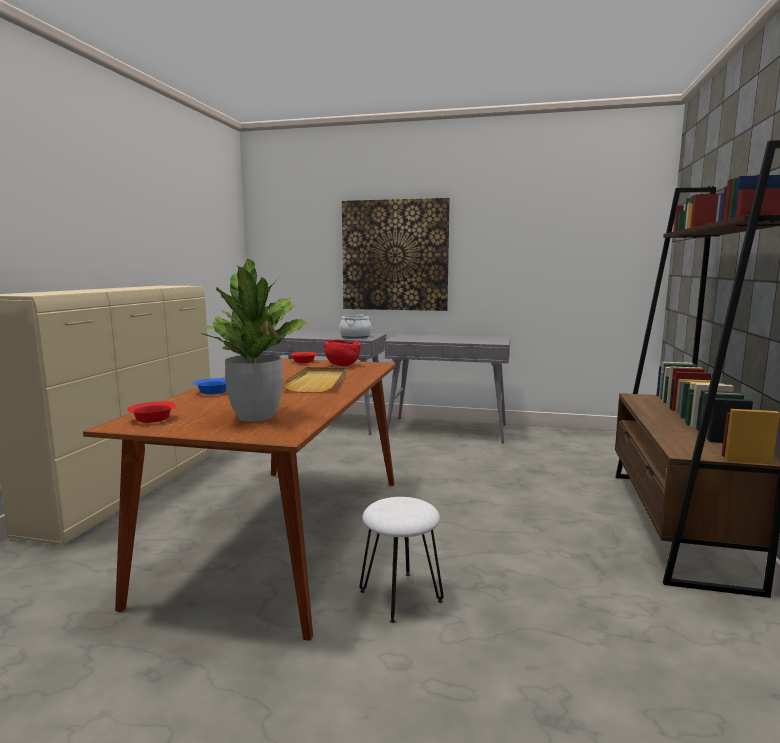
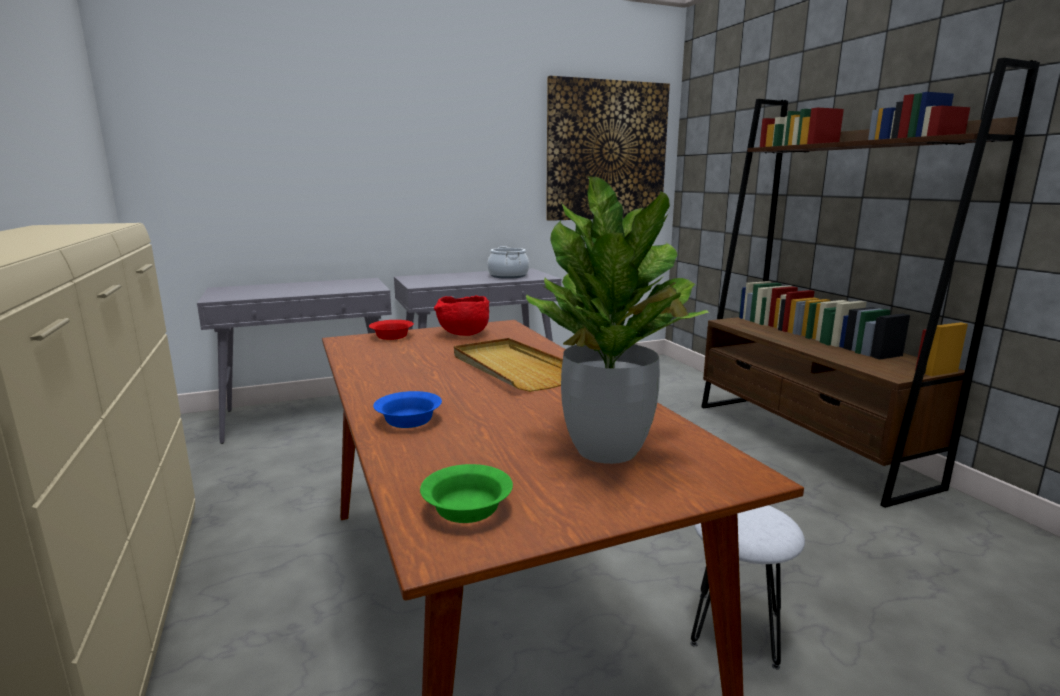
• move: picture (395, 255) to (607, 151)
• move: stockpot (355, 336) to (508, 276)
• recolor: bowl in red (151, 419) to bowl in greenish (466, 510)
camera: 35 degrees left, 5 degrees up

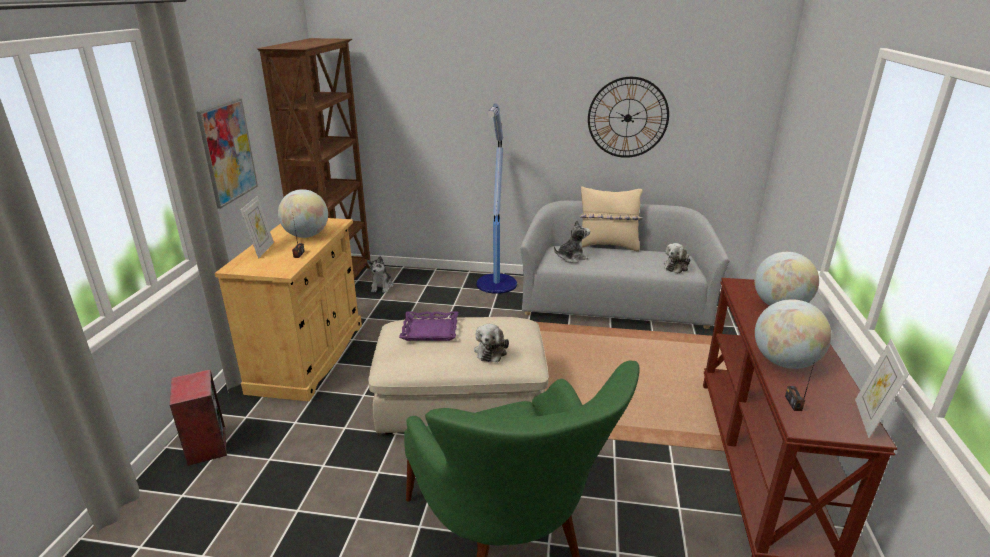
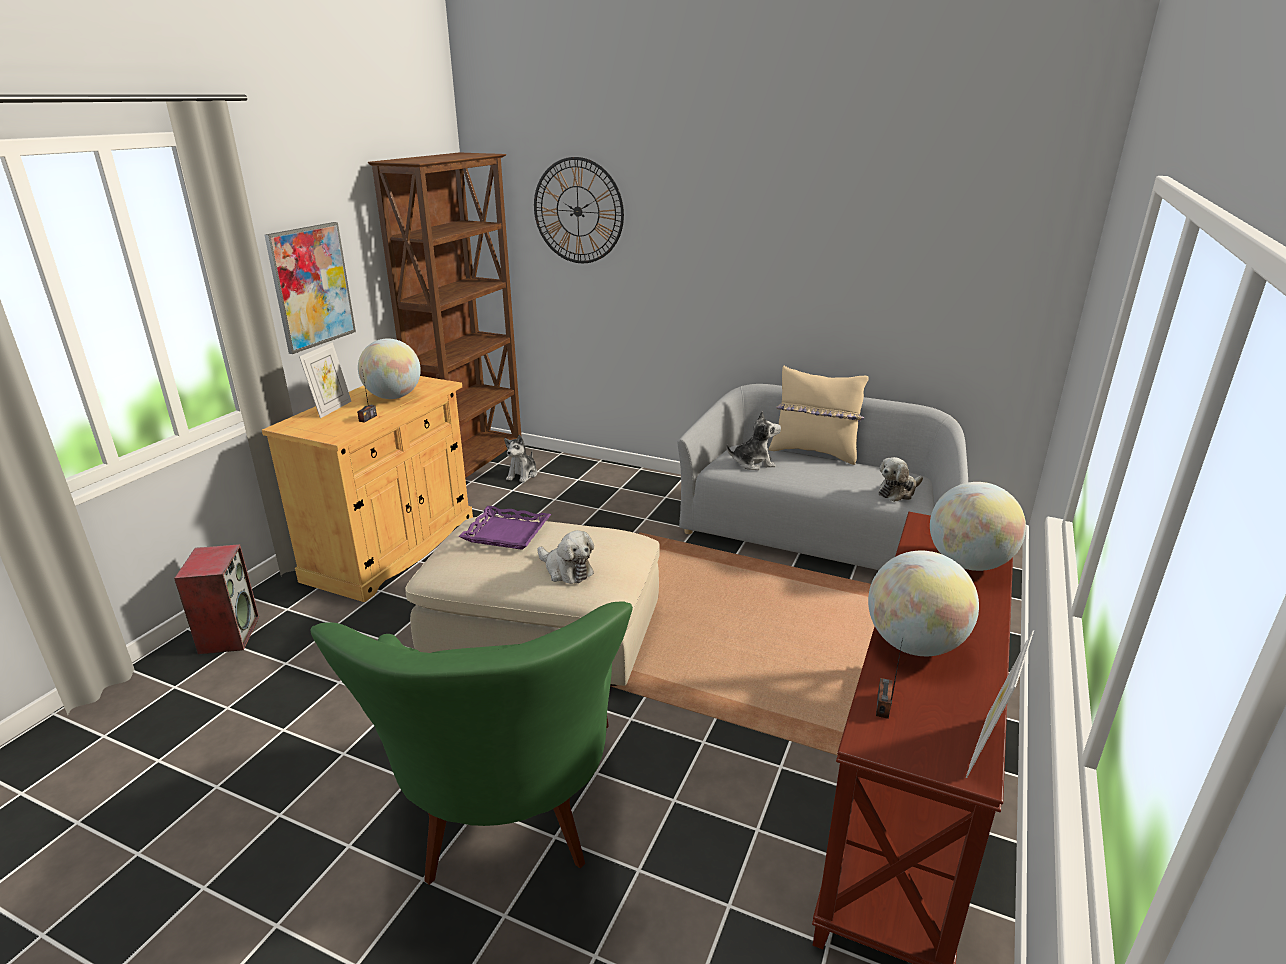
• move: wall clock (627, 118) to (578, 211)
• delete: standard lamp (496, 284)
• rotate: cuddly toy (491, 351) = (566, 570) 75 degrees counterclockwise
camera: 15 degrees right, 0 degrees up

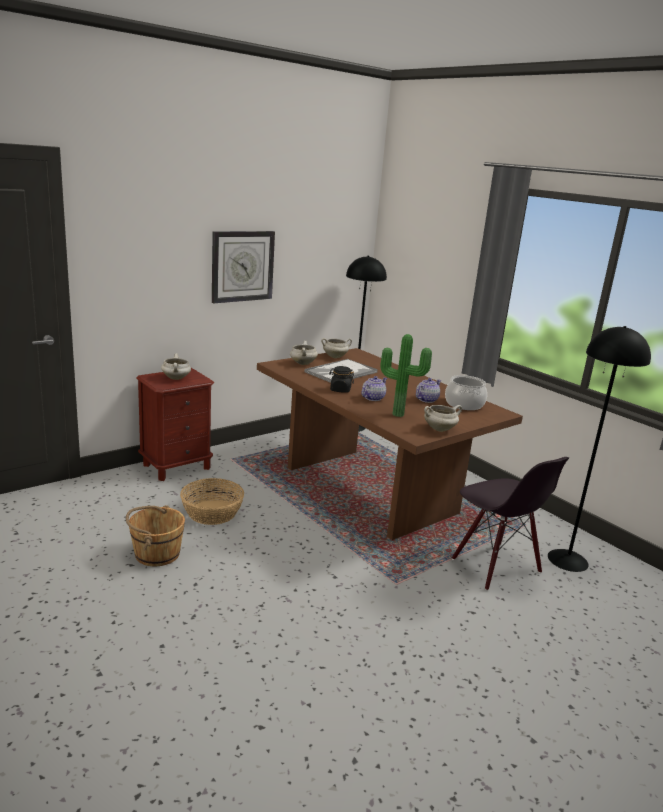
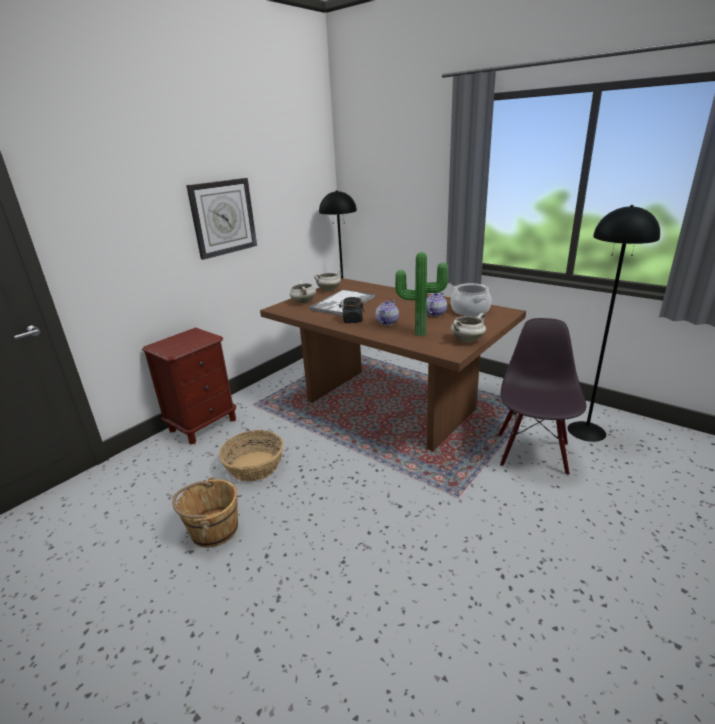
• delete: stockpot in white (176, 378)
• rotate: upright chair in black (495, 566) = (532, 453) 120 degrees counterclockwise
camera: 10 degrees left, 5 degrees up

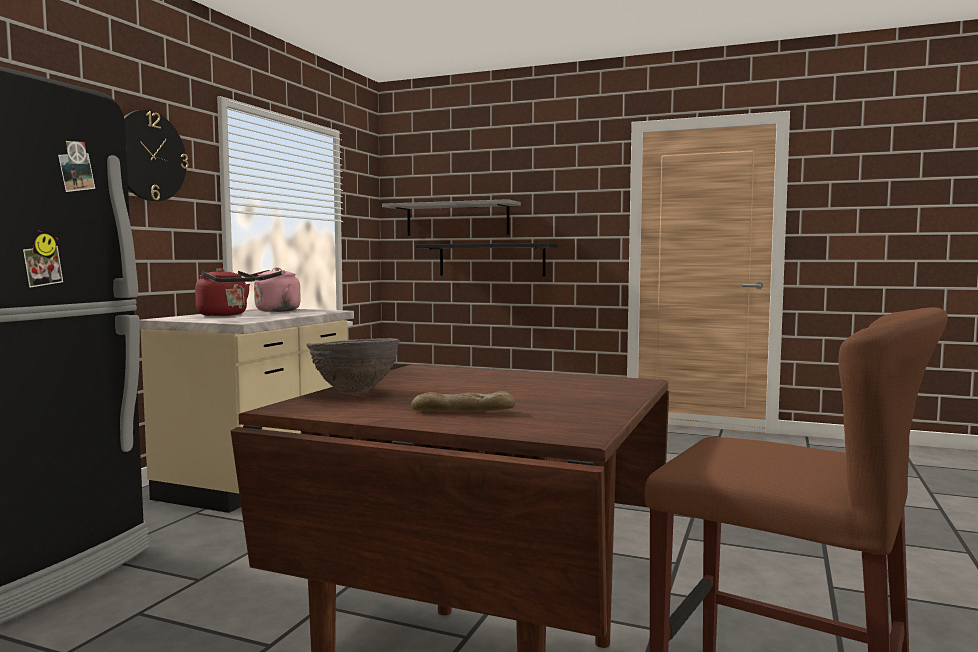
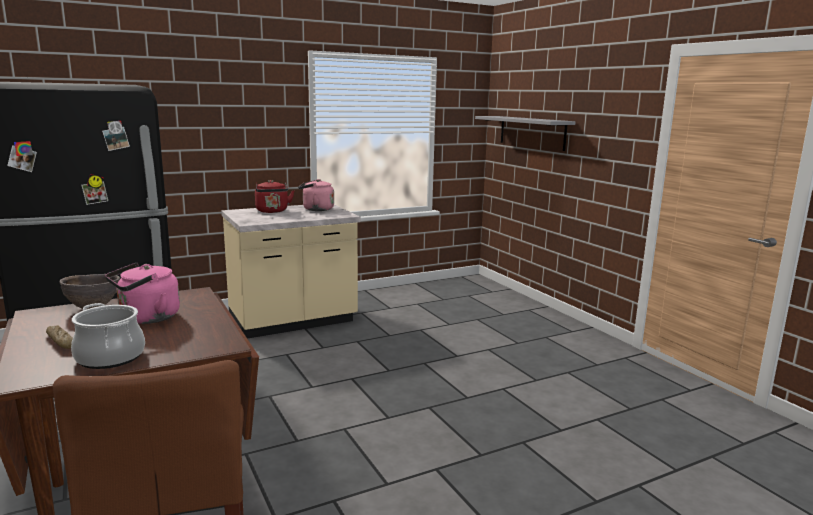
• delete: wall clock (149, 156)
• delete: wall shelf in black (491, 260)
• insert: tea kettle in pink-coloured (146, 318)
• insert: stockpot (111, 357)
camera: 40 degrees right, 10 degrees up

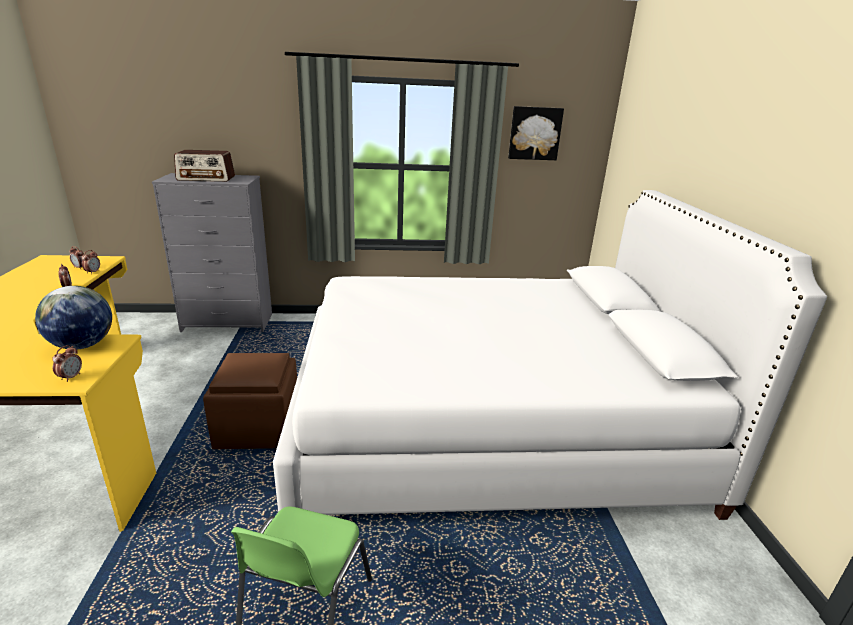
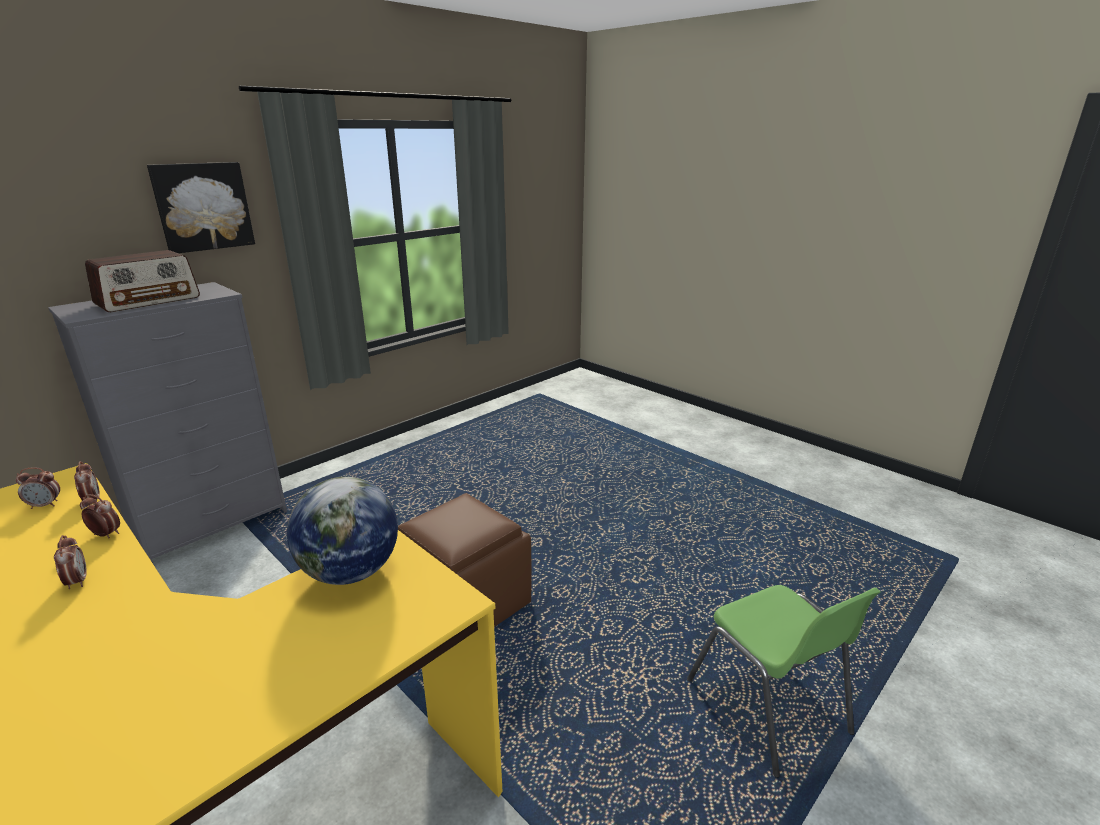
• move: picture (534, 133) to (203, 206)
• delete: bedroom bed in white (487, 425)
• move: table clock (71, 377) to (77, 581)
camera: 40 degrees left, 0 degrees up

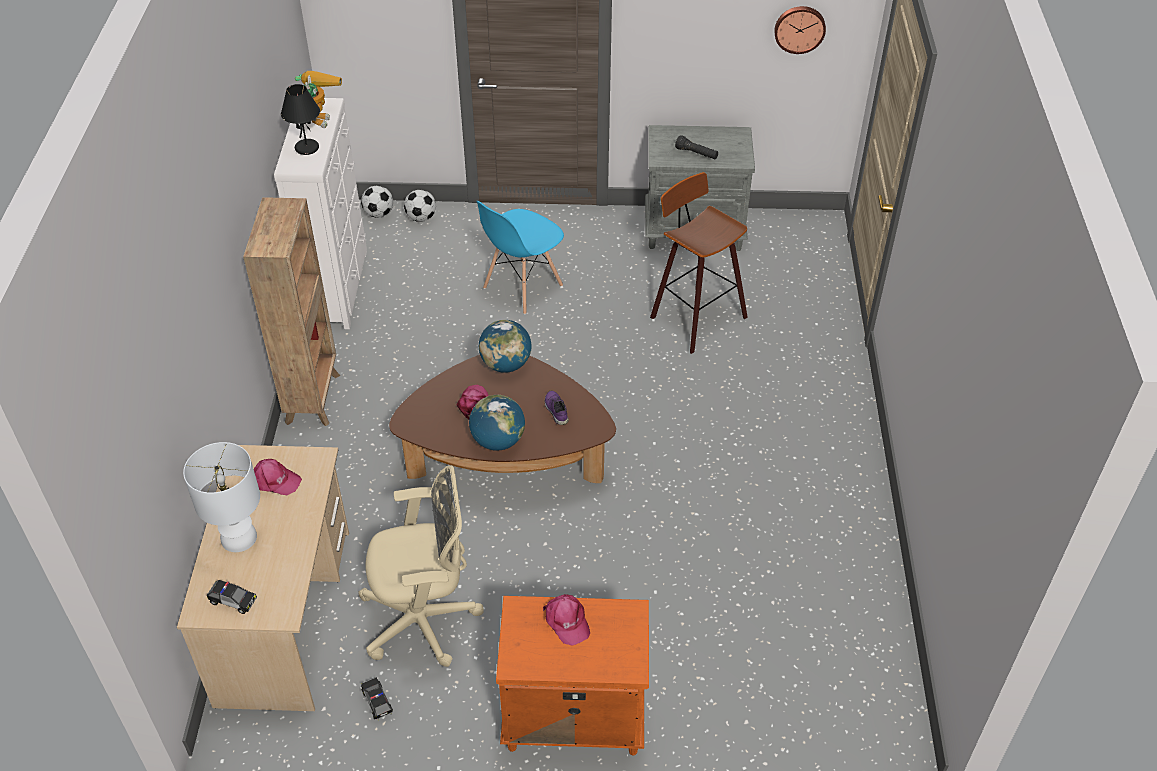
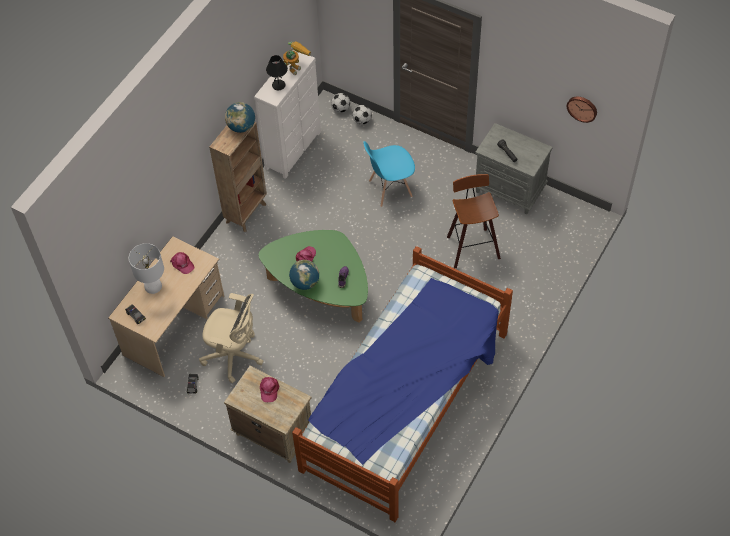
• move: globe (506, 364) to (241, 127)
• recolor: low table in brown (506, 459) to low table in greenish (320, 289)
• recolor: night table in orange (572, 717) to night table in beige-coloured (272, 432)
• insert: bedroom bed (407, 401)
camera: 30 degrees right, 10 degrees up

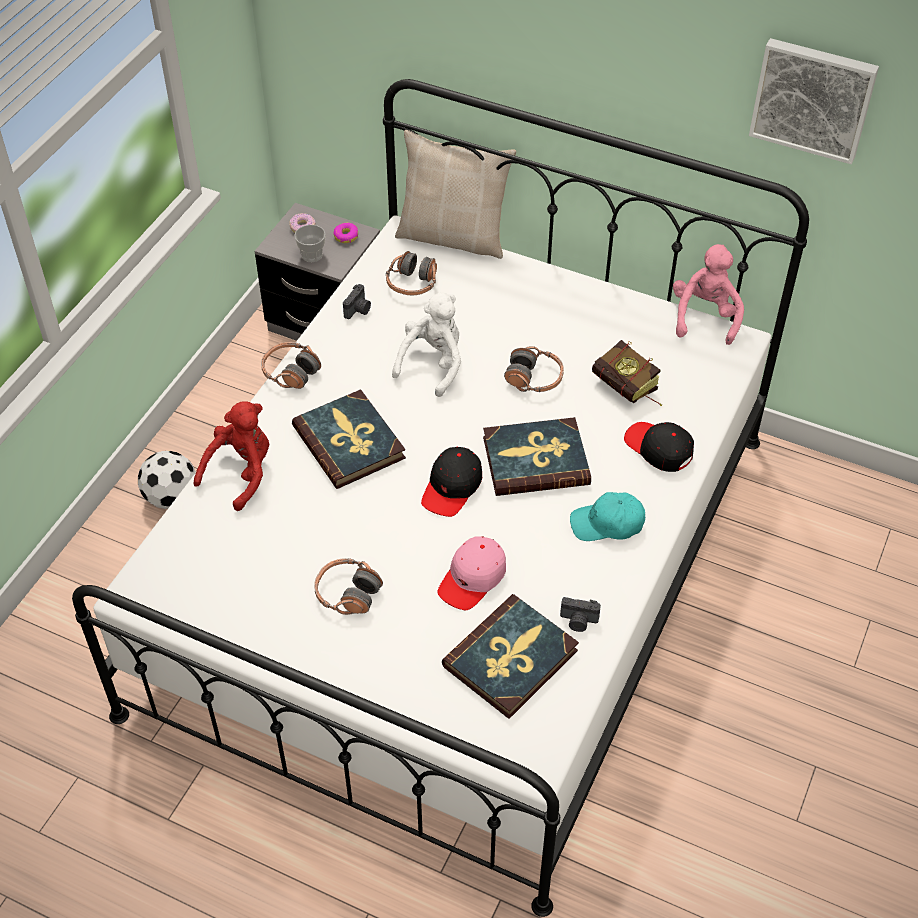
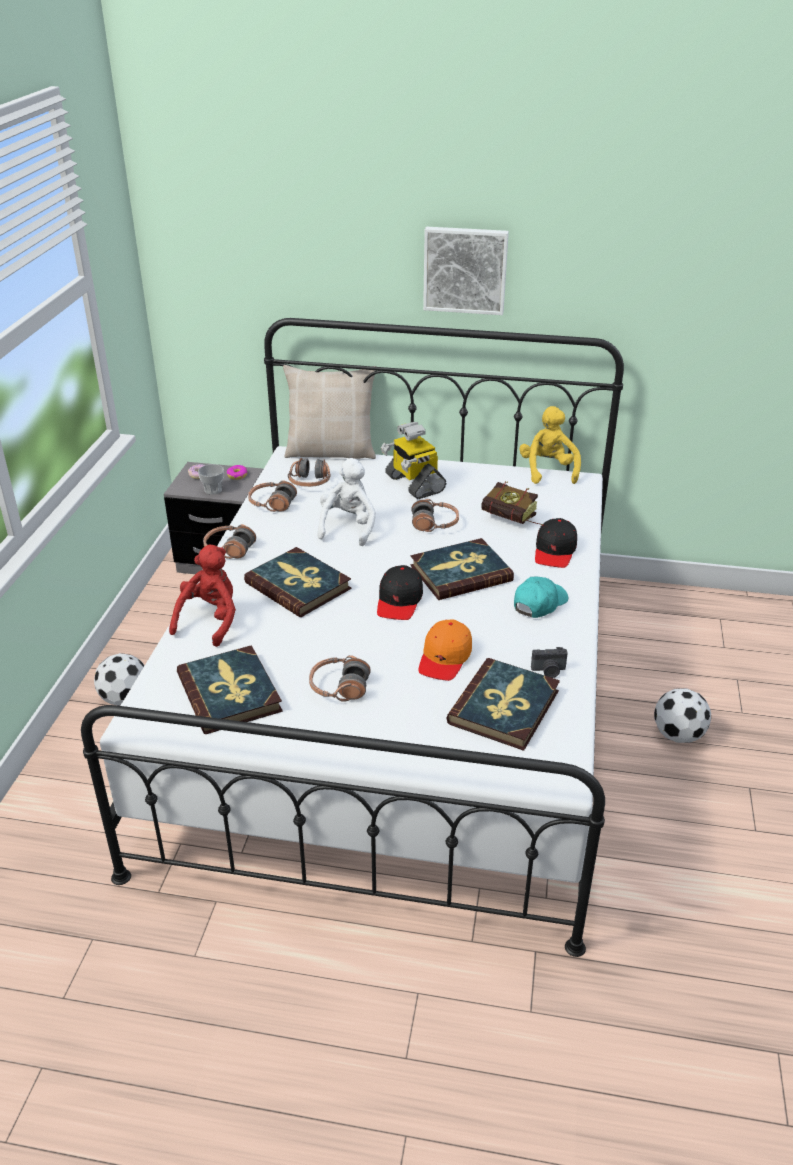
• move: picture (813, 98) to (465, 269)
• recolor: cuddly toy in pink-coloured (705, 316) to cuddly toy in yellowish (548, 470)
• replace: still camera (358, 310) to pair of headphones (272, 503)
• rotate: baseball cap in black (658, 449) = (555, 551) 105 degrees counterclockwise
• rotate: baseball cap in blue-green (607, 524) = (539, 603) 150 degrees clockwise
• recolor: baseball cap in pink-coloured (472, 578) to baseball cap in orange (445, 658)
• insert: model robot (413, 483)
• insert: book (230, 693)
• insert: ball for football (678, 735)
camera: 15 degrees left, 15 degrees down

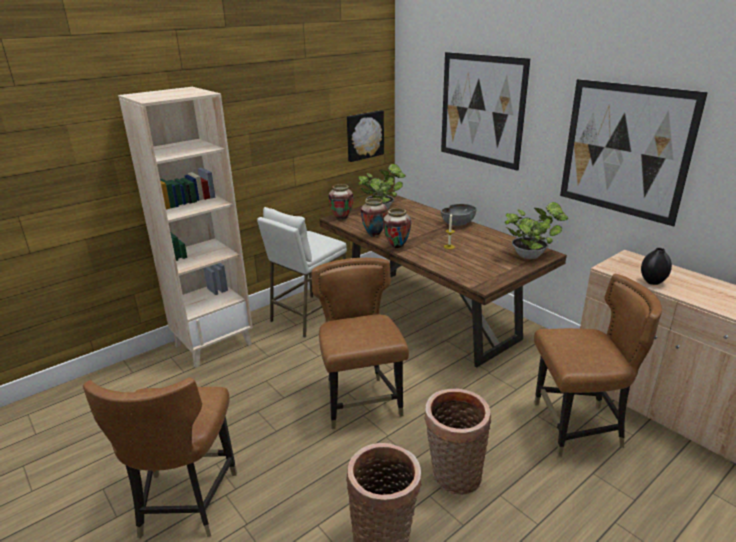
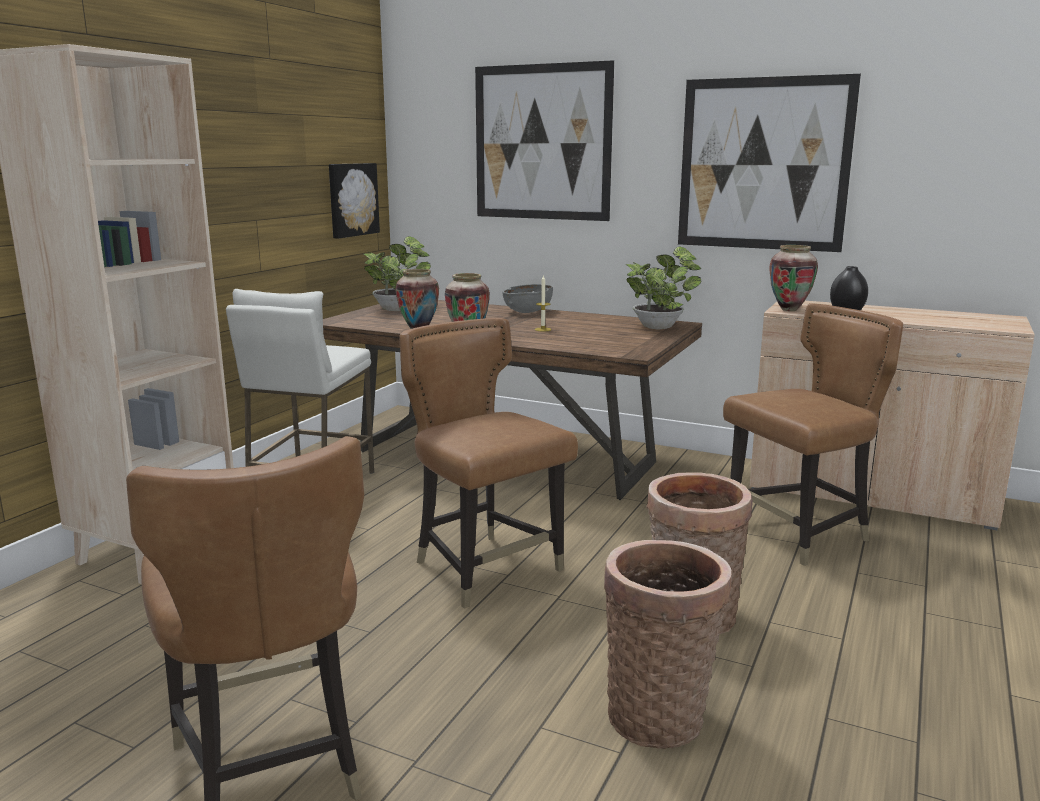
• move: vase (342, 219) to (789, 309)
camera: 25 degrees left, 10 degrees down

